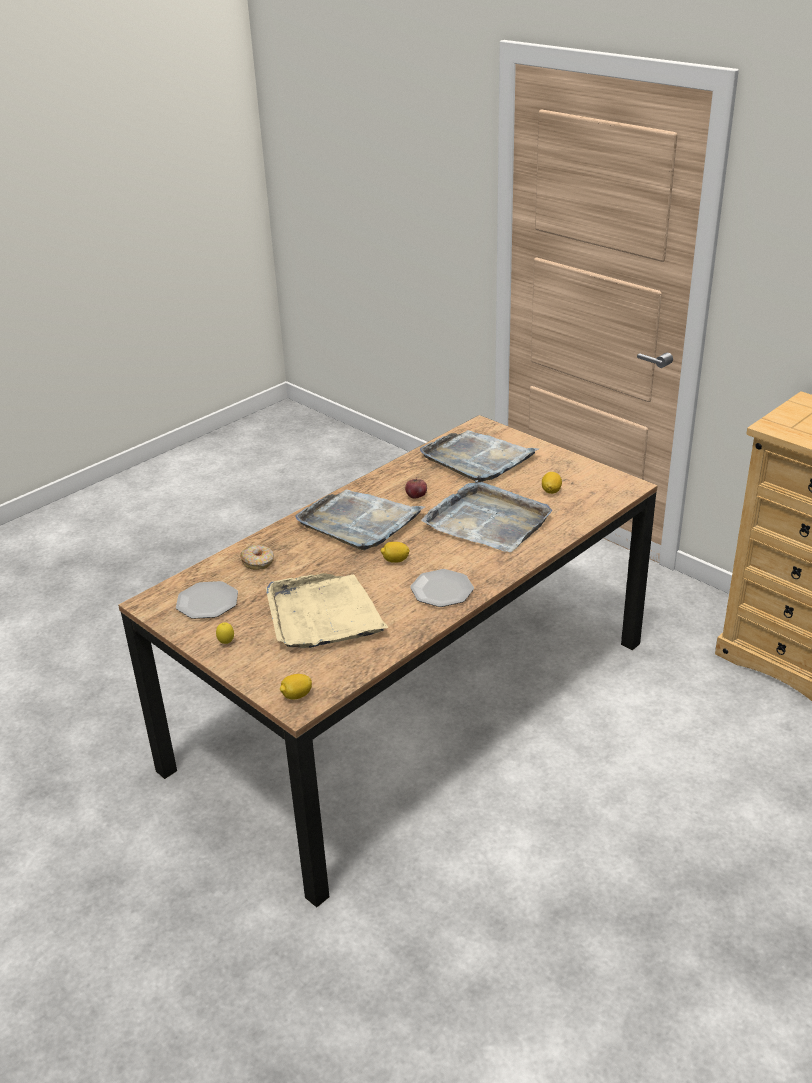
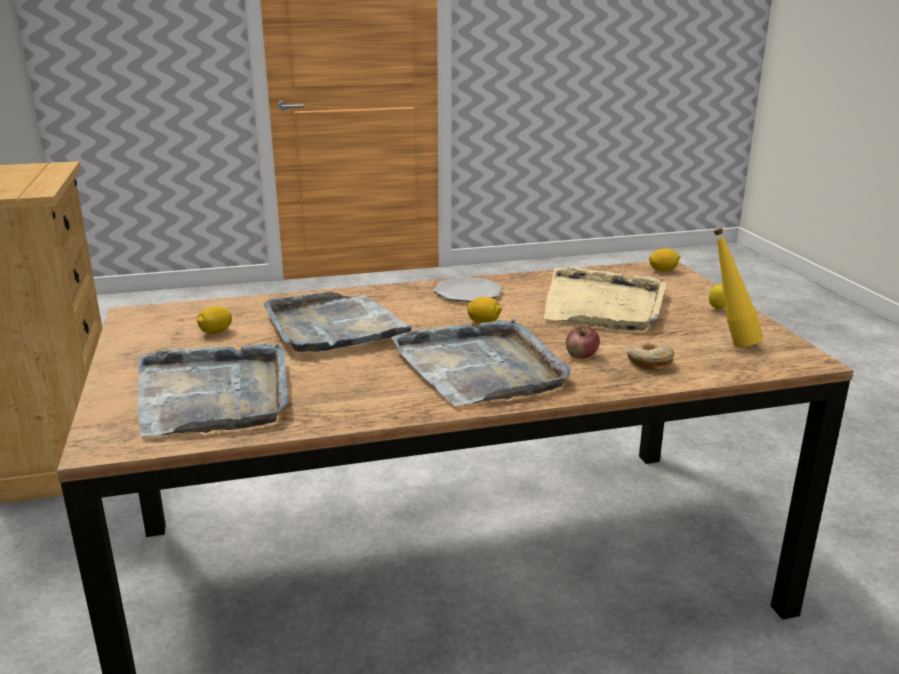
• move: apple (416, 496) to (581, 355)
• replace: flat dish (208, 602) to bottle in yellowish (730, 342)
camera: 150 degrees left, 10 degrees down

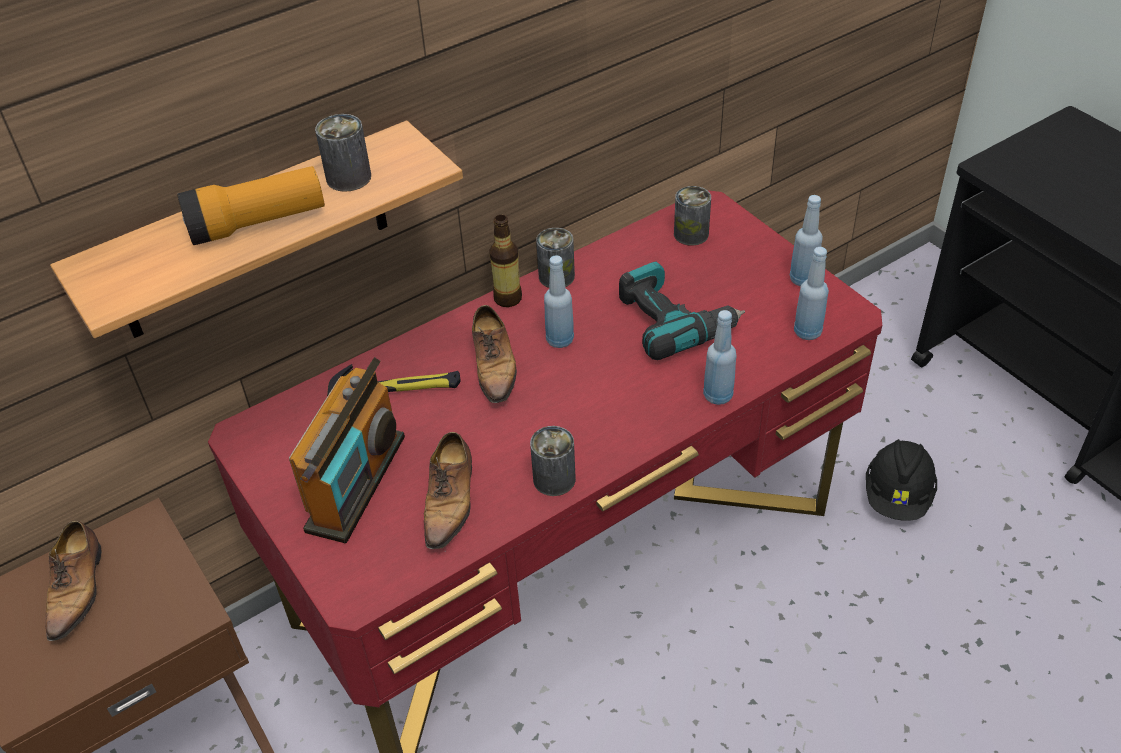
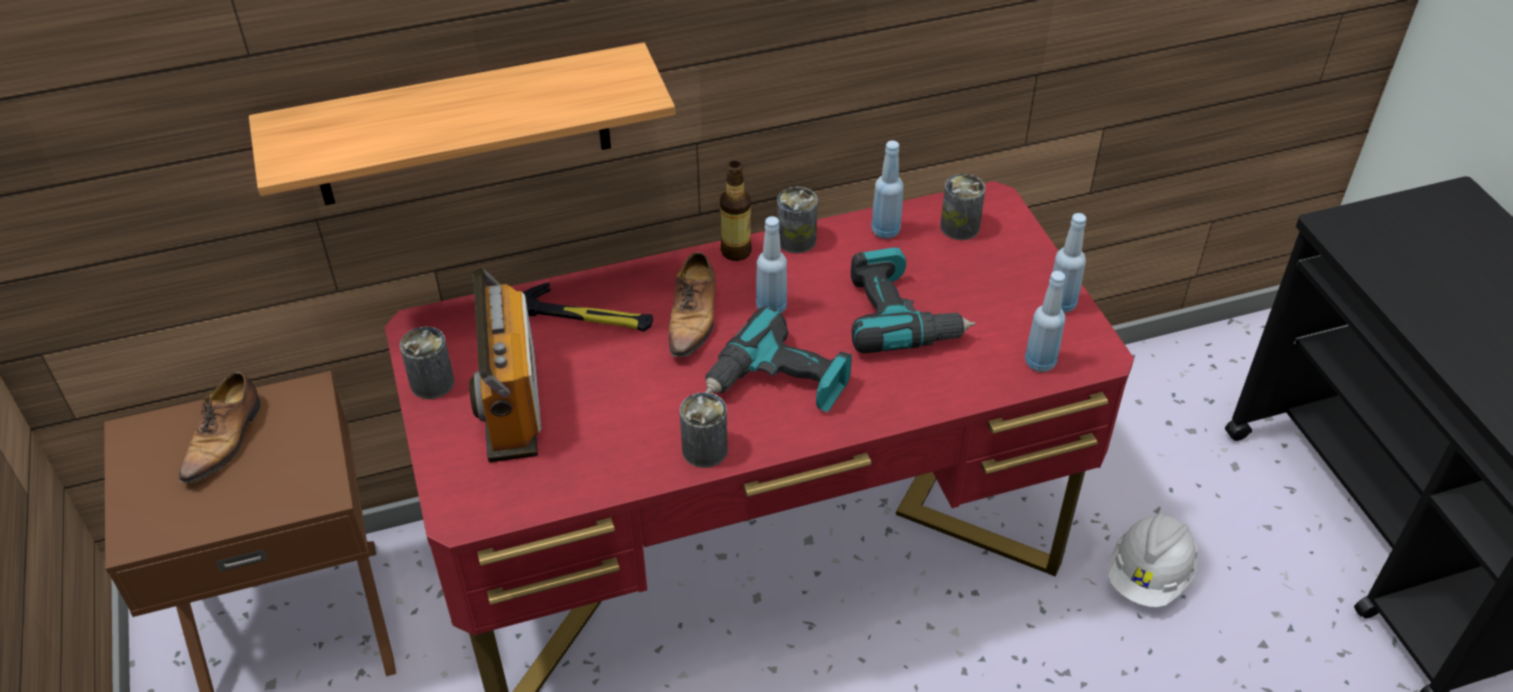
• move: sealed can (348, 177) to (432, 383)
• delete: hand torch (257, 223)
• move: bottle in blue (717, 395) to (885, 231)
• rotate: radio receiver (356, 483) = (508, 403) 135 degrees clockwise
• delete: shoe (450, 501)
• recolor: safety helmet in black (898, 495) to safety helmet in white (1149, 576)
• insert: power drill (779, 383)
camera: 15 degrees right, 0 degrees up

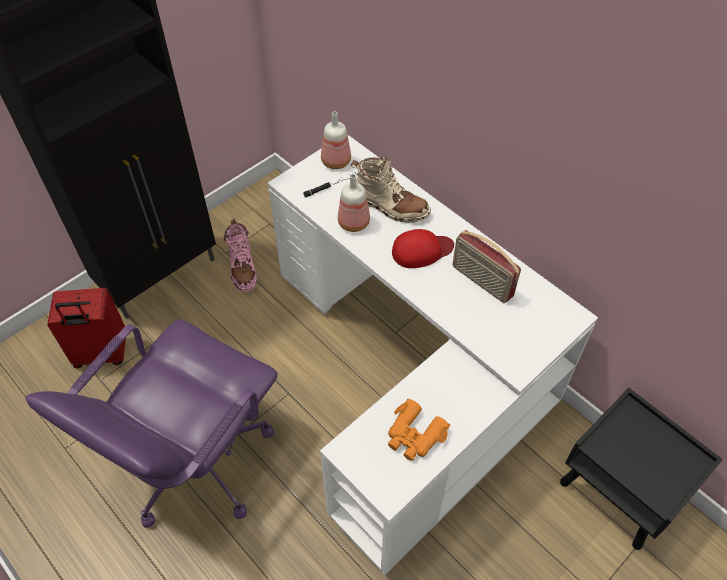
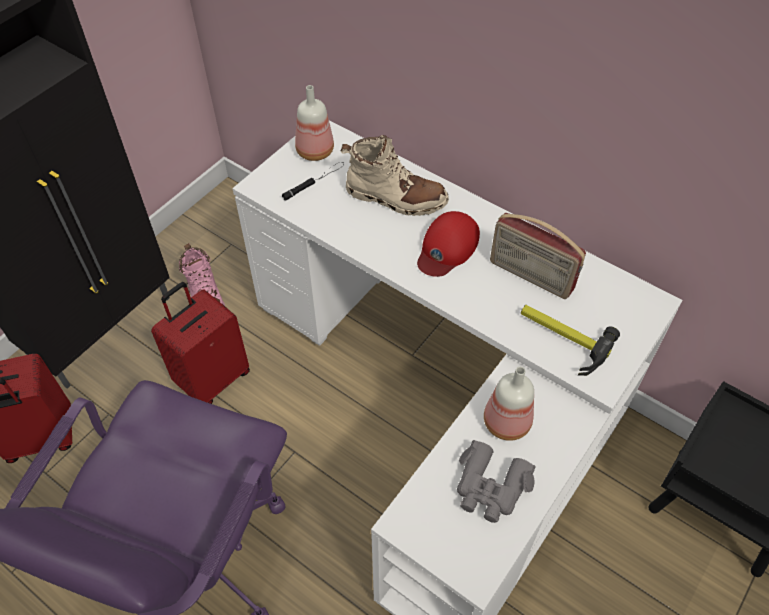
• move: bottle (353, 222) to (505, 421)
• rotate: baseball cap in red (421, 250) = (447, 247) 150 degrees clockwise
• recolor: pair of binoculars in orange (414, 435) to pair of binoculars in grey (490, 487)
• insert: piece of luggage in red (212, 378)
• insert: tool hammer (561, 338)
camera: 10 degrees left, 0 degrees up

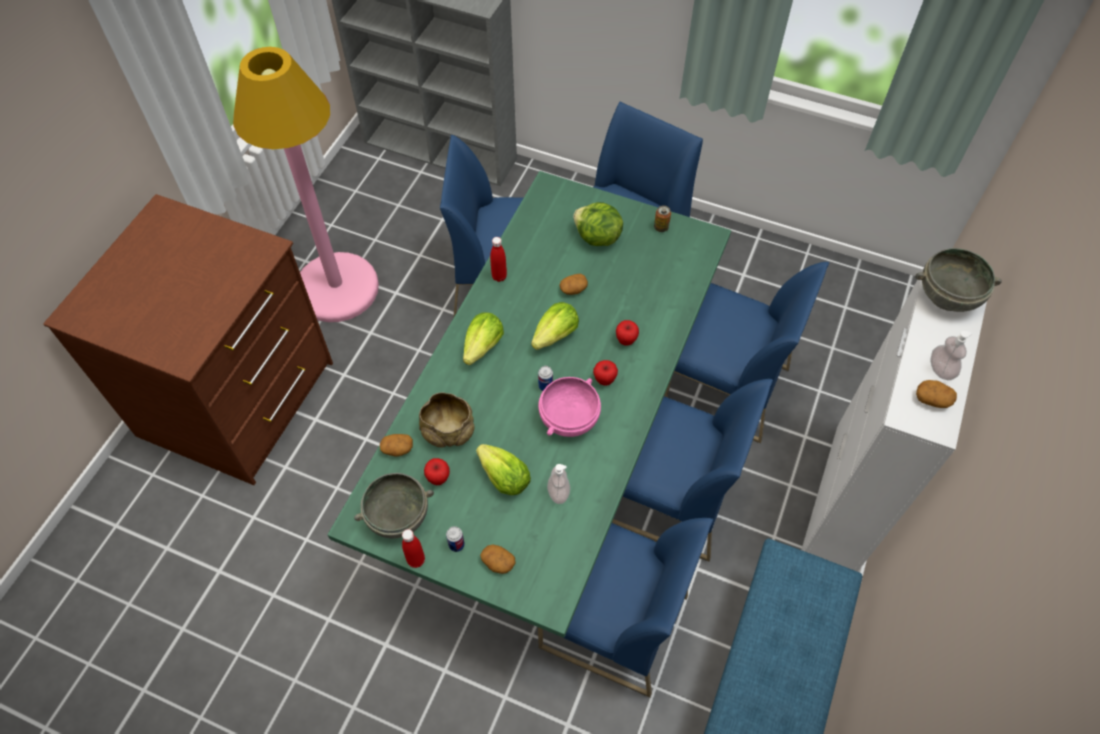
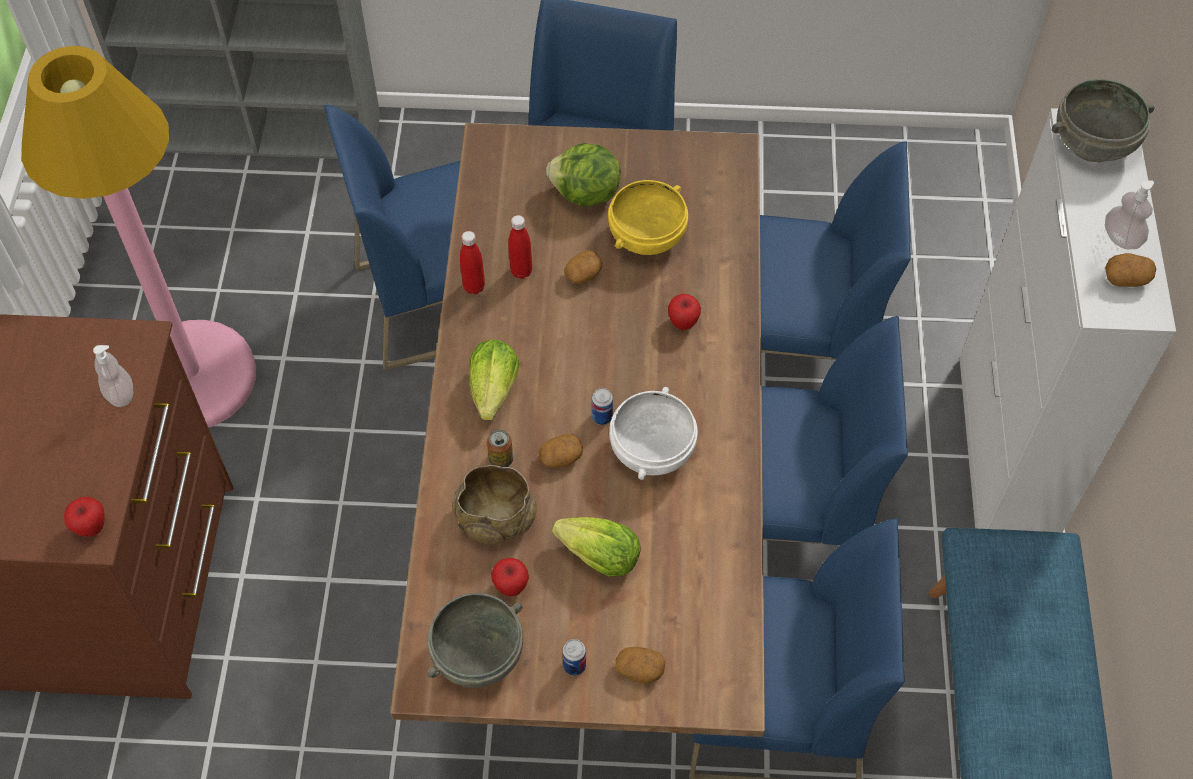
• recolor: dinner table in greenish (550, 452) to dinner table in brown (597, 514)
• move: sealed can (661, 227) to (501, 459)
• delete: lettuce head (555, 335)
• move: apple (604, 380) to (91, 527)
• recolor: bowl in pink-coloured (568, 418) to bowl in white (651, 450)
• move: spud (397, 449) to (561, 458)
• move: soap bottle (558, 492) to (120, 394)
• move: bottle in red (416, 560) to (521, 271)
• insert: bowl in yellowish (646, 236)
camera: 20 degrees left, 0 degrees up

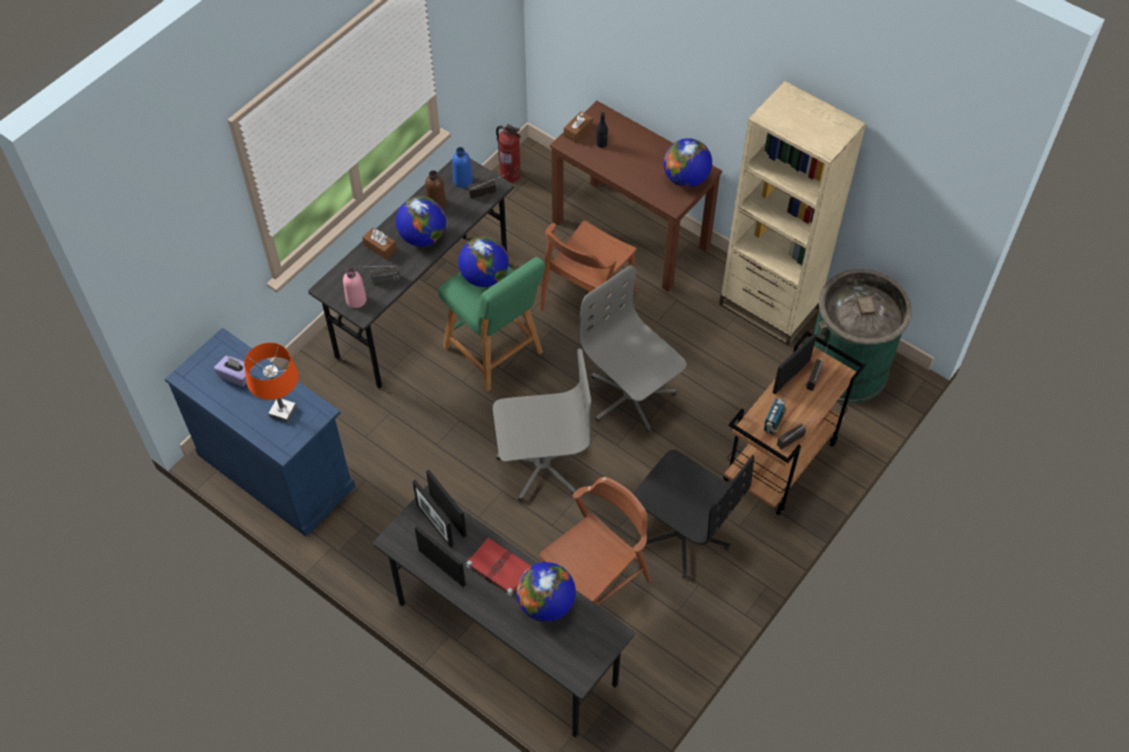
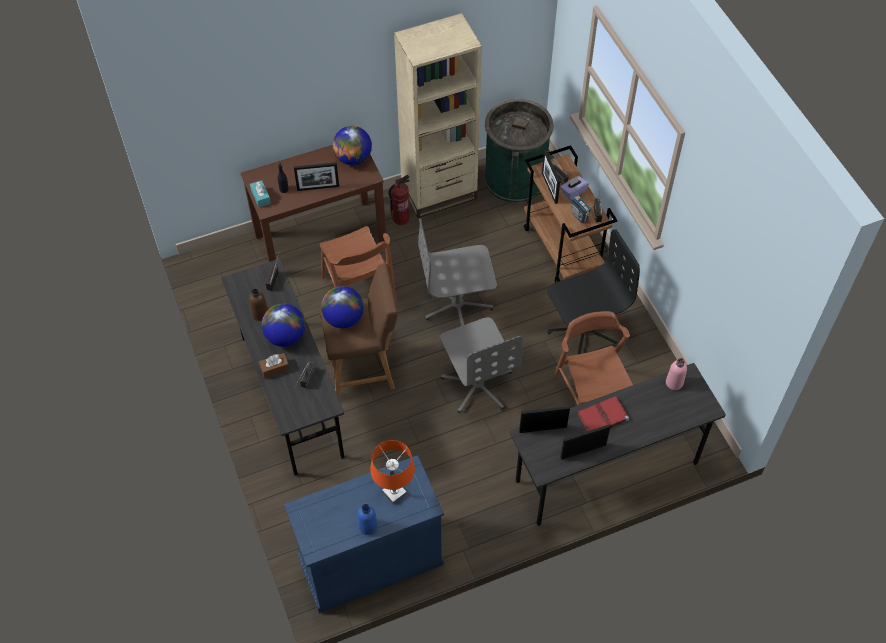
• recolor: box of tissues in brown (578, 131) to box of tissues in blue-green (261, 197)
• move: extinguisher (511, 175) to (401, 218)
• move: bottle in blue (463, 181) to (368, 526)
• recolor: stool seat in greenish (496, 353) to stool seat in brown (364, 368)
• move: bottle in pink-coloured (356, 300) to (674, 383)
• rotate: desk chair in grey (541, 464) = (478, 384) 135 degrees clockwise
• move: box of tissues in purple-coloured (236, 376) to (573, 192)
• move: photo frame (434, 525) to (318, 187)
• delete: globe (546, 604)
camera: 60 degrees left, 0 degrees up

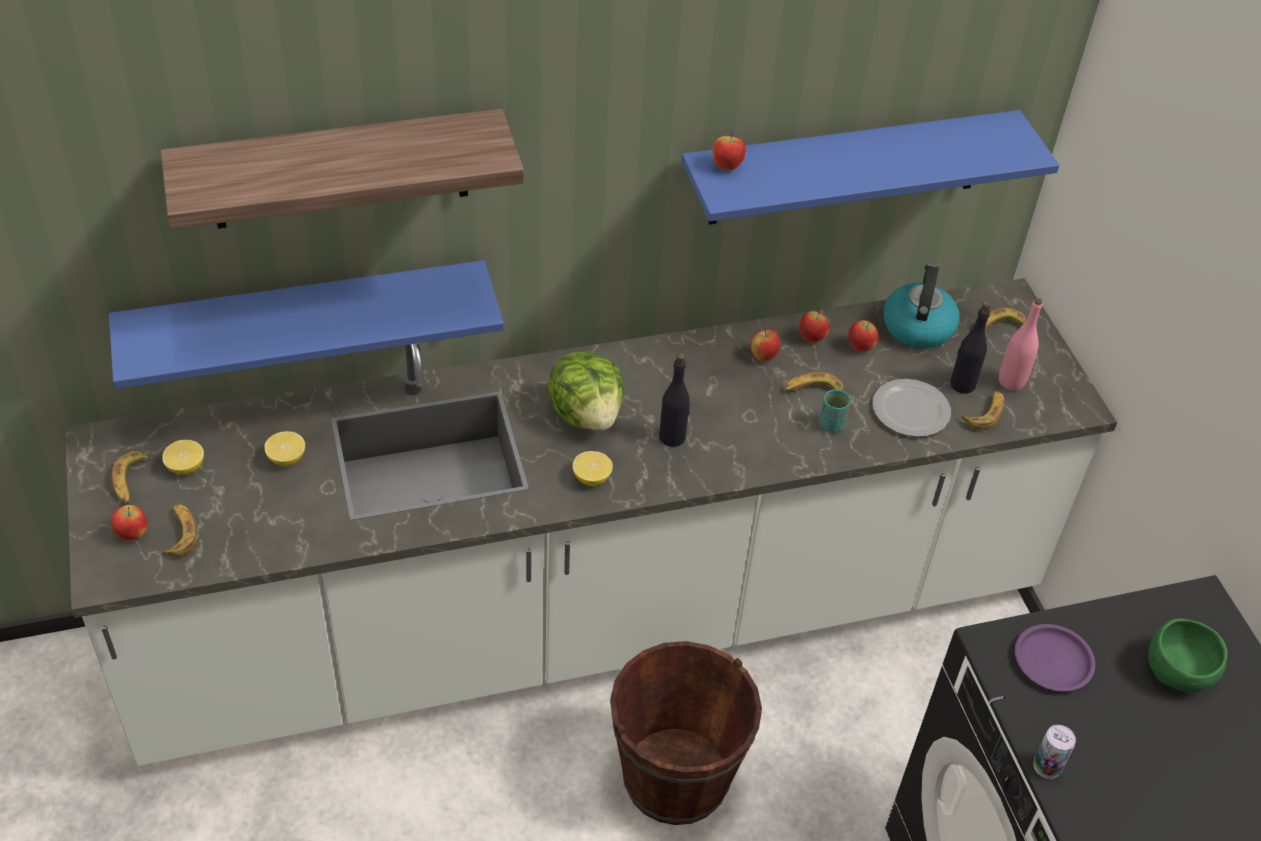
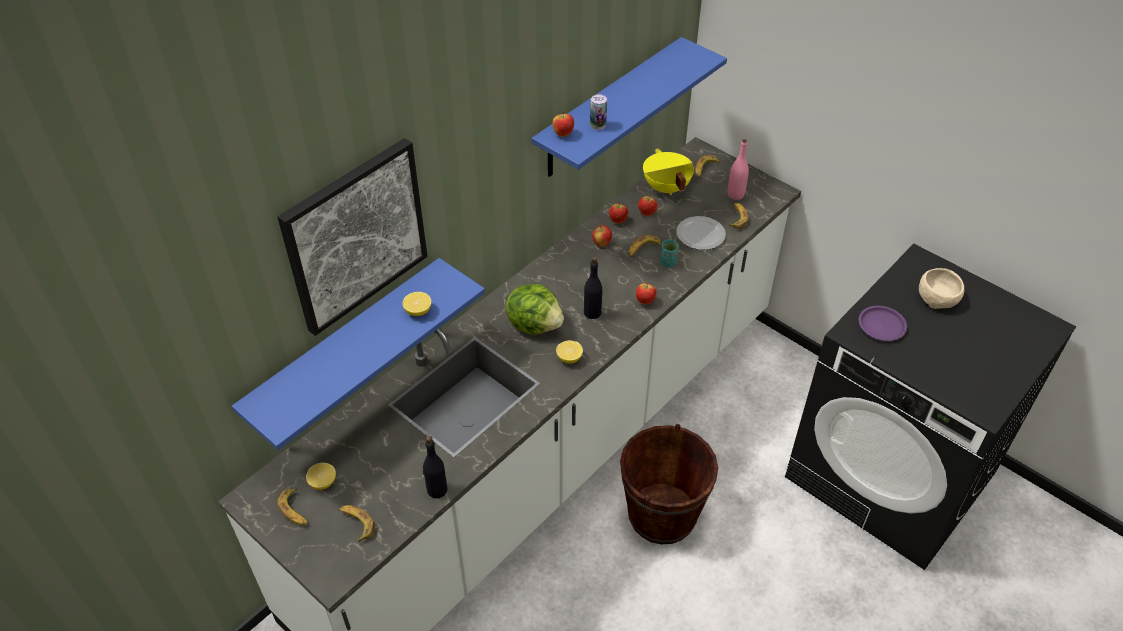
• replace: wall shelf (340, 170) to picture (355, 235)
• replace: tea kettle (917, 326) to stockpot in yellowish (665, 188)
• move: bottle in black (962, 384) to (436, 489)
• move: lemon (287, 458) to (418, 311)
• move: apple (132, 534) to (645, 301)
• recolor: bowl in greenish (1181, 669) to bowl in beige-coloured (938, 297)
• move: sealed can (1047, 766) to (598, 125)
camera: 30 degrees left, 0 degrees up

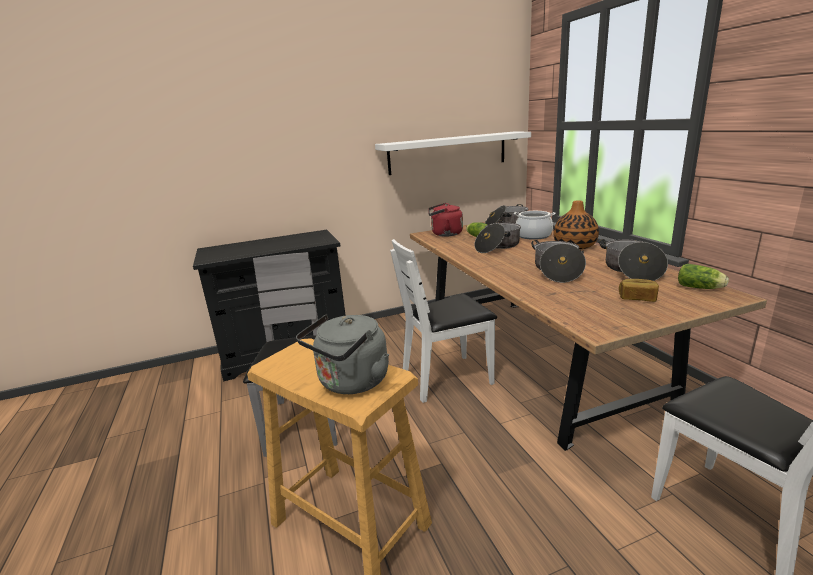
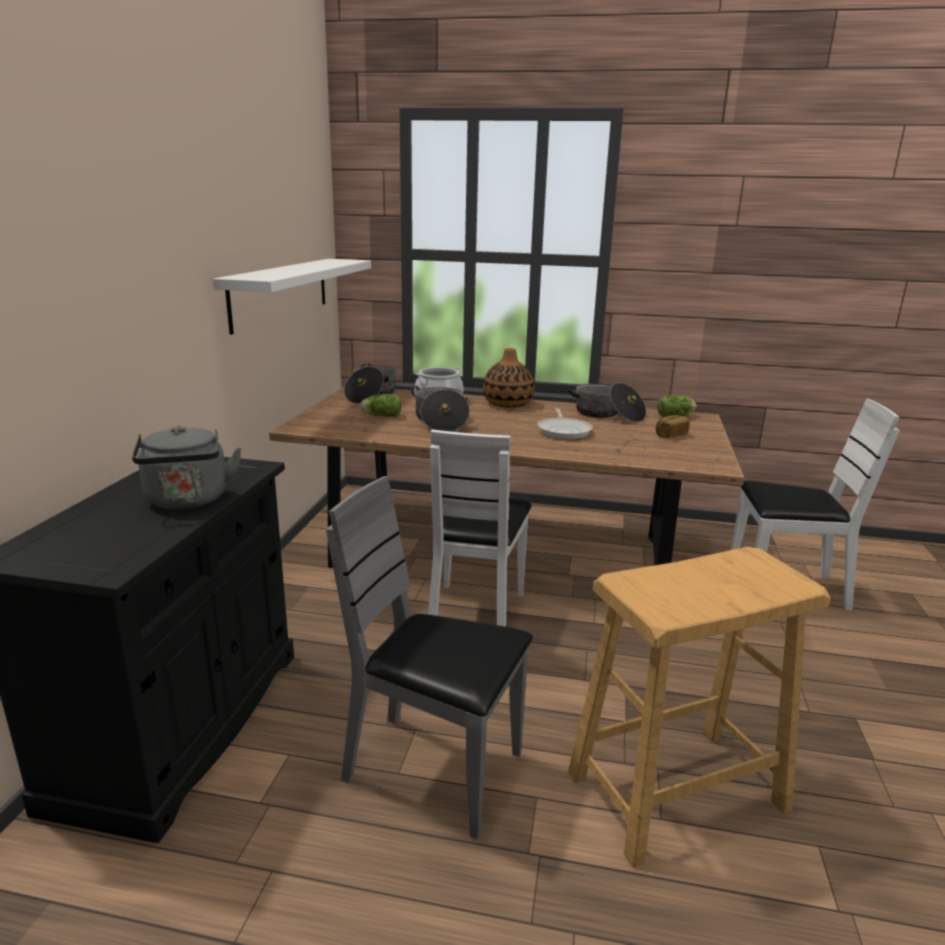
• delete: tea kettle in red (445, 234)
• replace: stockpot (557, 271) to frying pan (564, 431)
• move: tea kettle in grey (351, 383) to (188, 501)
camera: 60 degrees left, 0 degrees up

